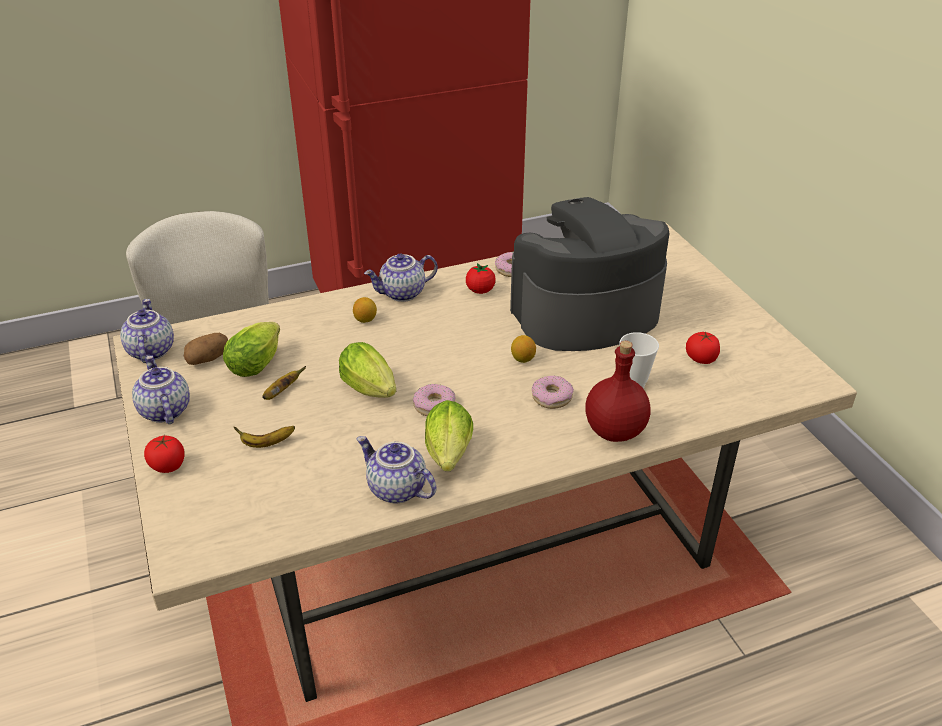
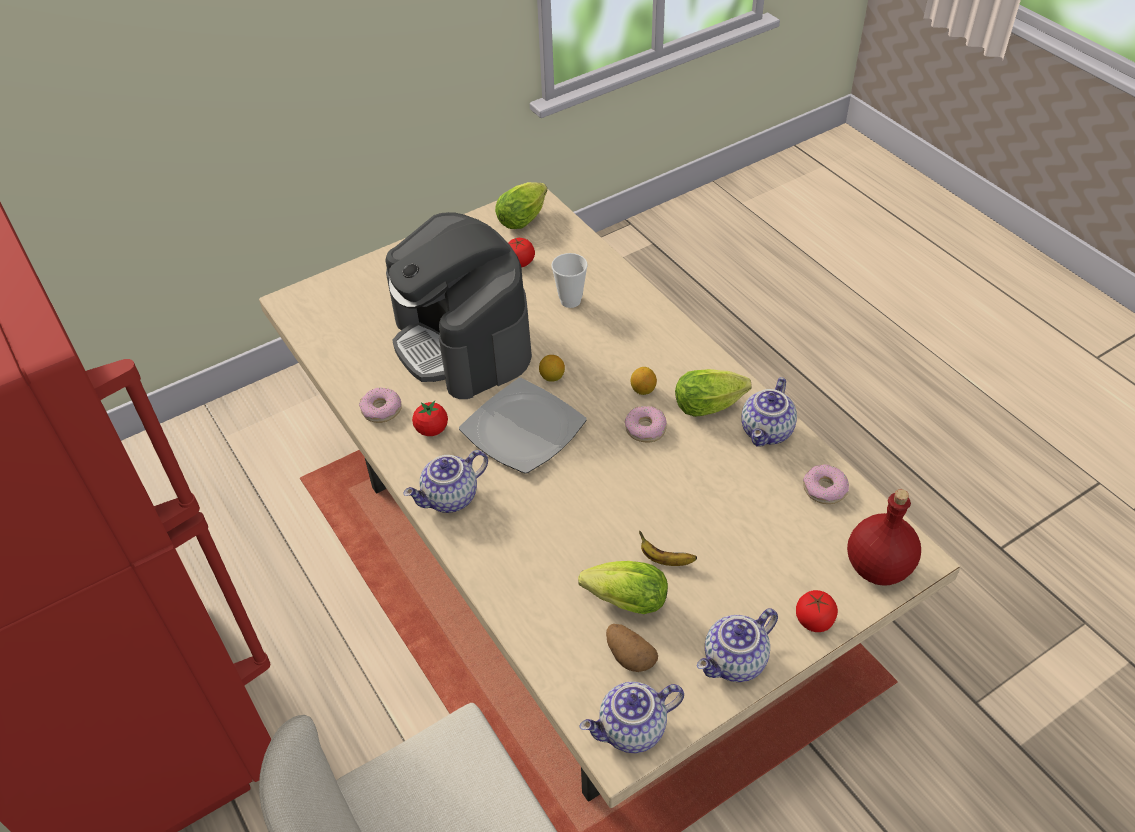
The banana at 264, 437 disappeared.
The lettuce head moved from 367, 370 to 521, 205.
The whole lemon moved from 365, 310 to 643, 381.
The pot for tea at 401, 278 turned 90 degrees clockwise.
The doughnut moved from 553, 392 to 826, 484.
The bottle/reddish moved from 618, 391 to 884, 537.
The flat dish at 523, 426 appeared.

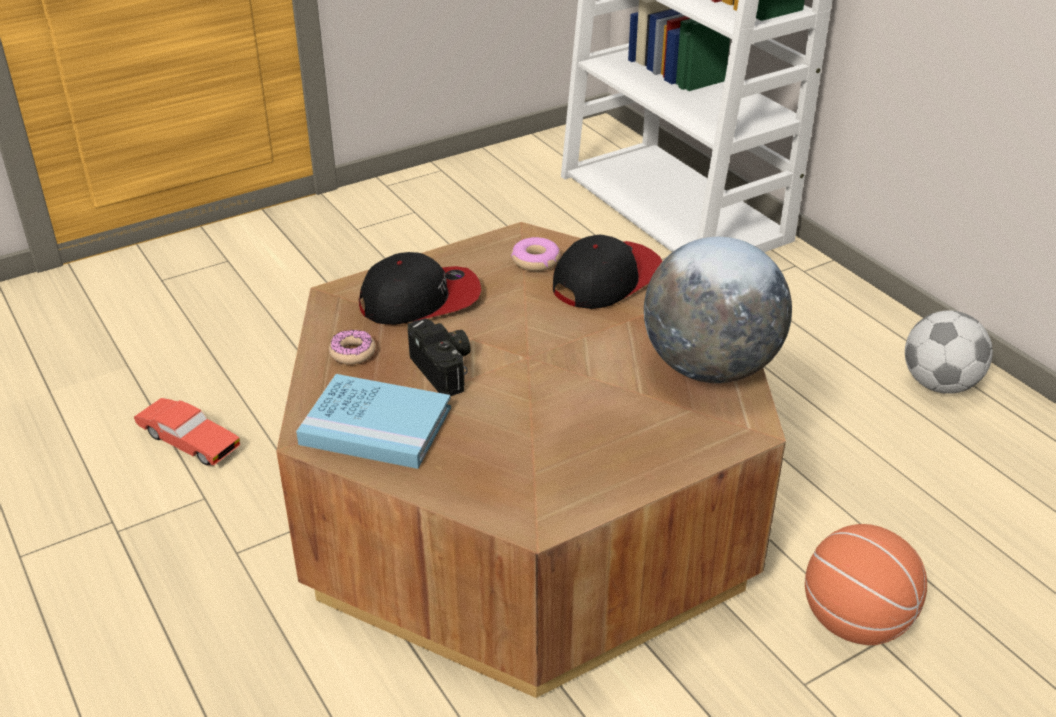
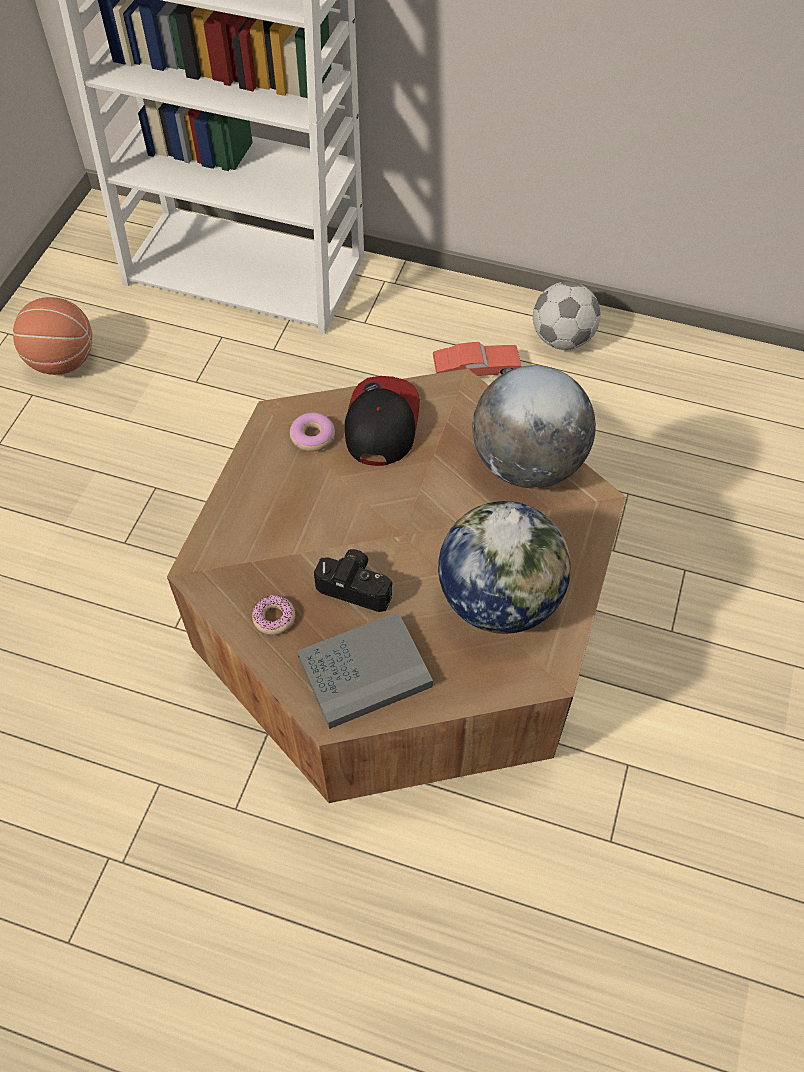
The toy car/reddish moved from 187, 431 to 477, 359.
The book/blue-coloured at 373, 421 became the book/greyish at 365, 670.
The baseball cap at 420, 288 disappeared.
The basketball moved from 866, 584 to 52, 336.
The desk globe at 504, 567 appeared.

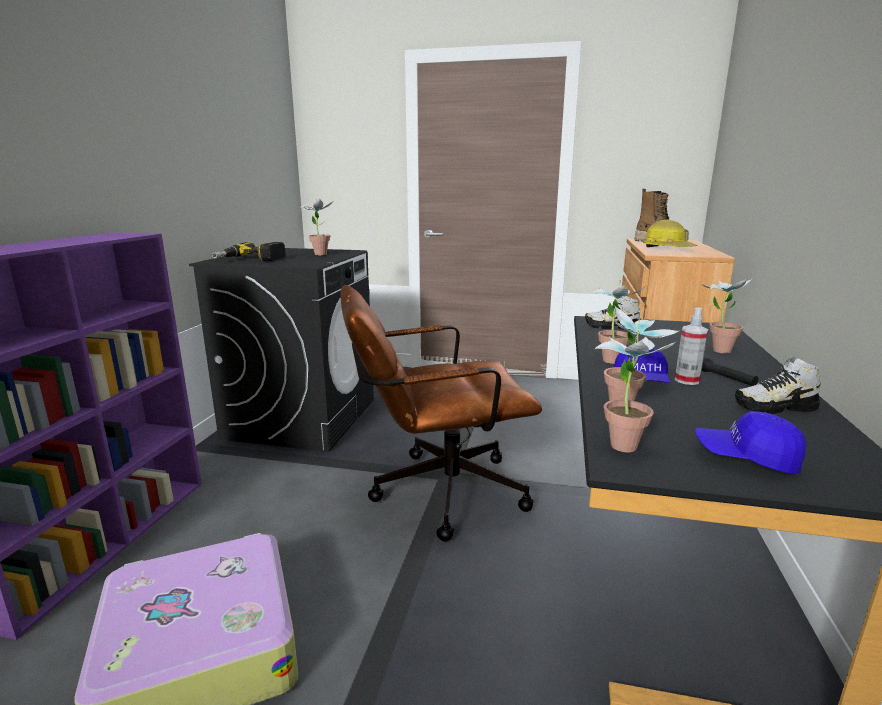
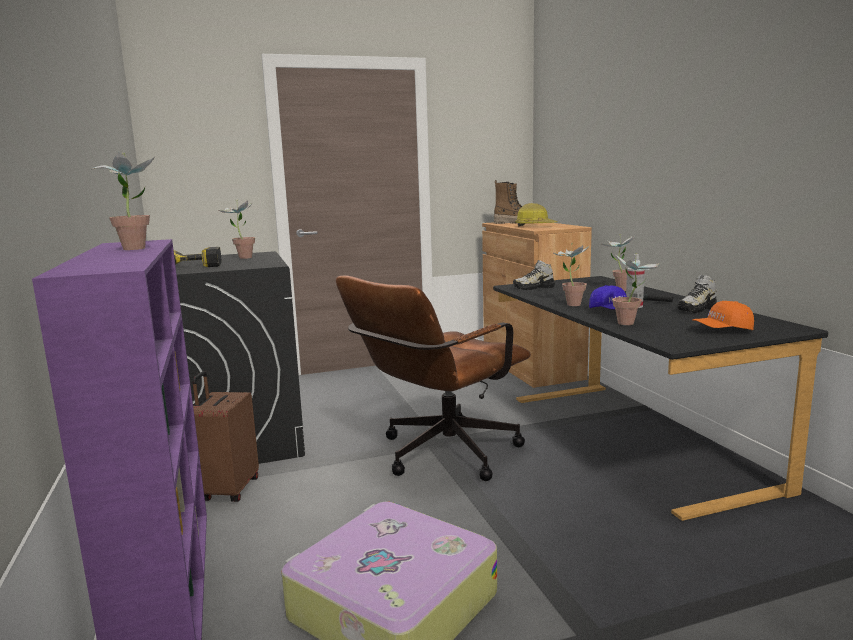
The houseplant moved from 636, 390 to 122, 201.
The baseball cap/blue-coloured at 751, 442 became the baseball cap/orange-coloured at 723, 315.
The travel case/brown-coloured at 225, 436 appeared.

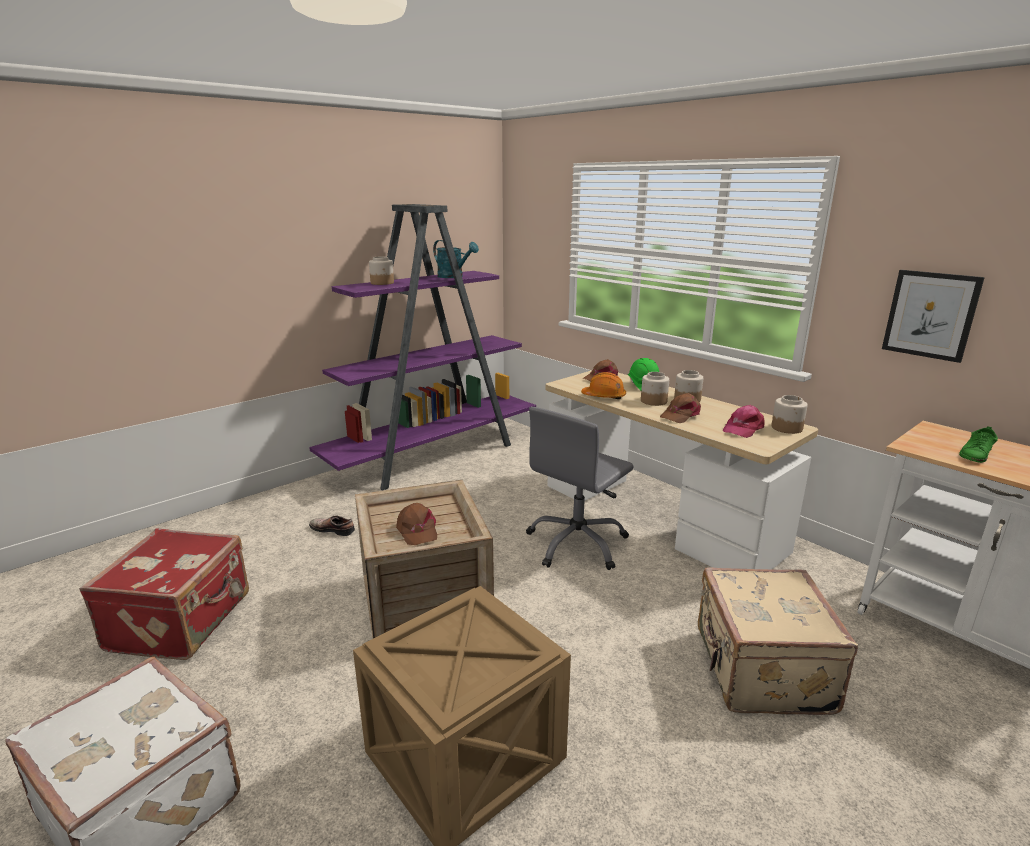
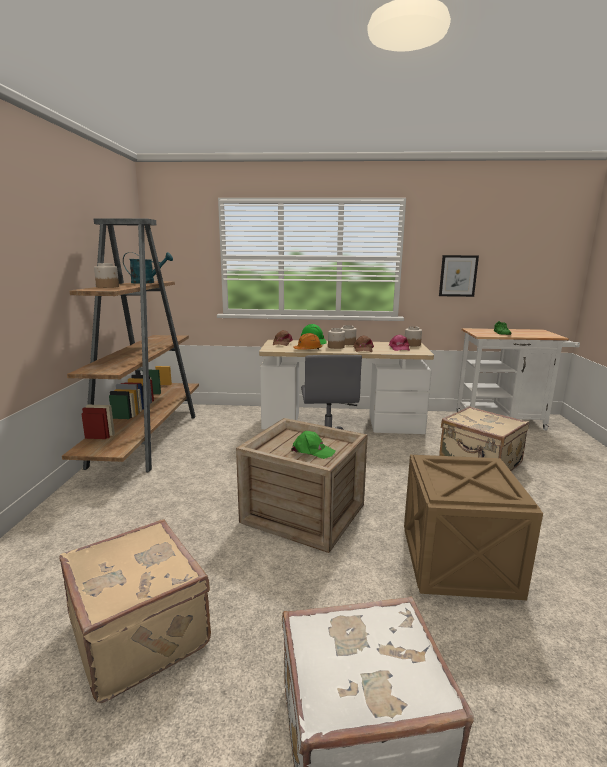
The travel case/reddish at 164, 594 became the travel case/beige-coloured at 135, 611.
The bookshelf/purple at 422, 347 became the bookshelf/brown-coloured at 130, 345.
The item of footwear at 332, 526 disappeared.
The baseball cap/brown-coloured at 416, 524 became the baseball cap/green-coloured at 313, 445.

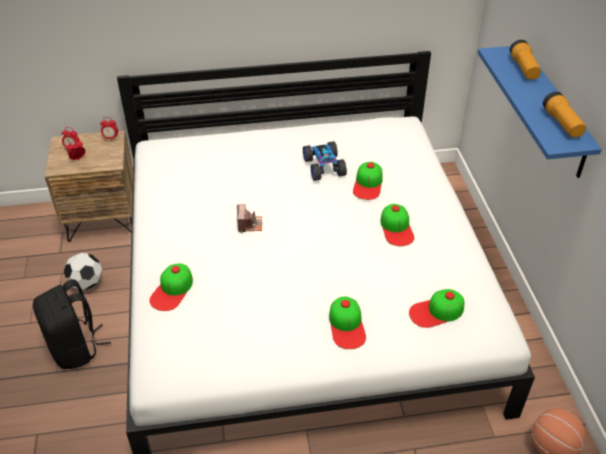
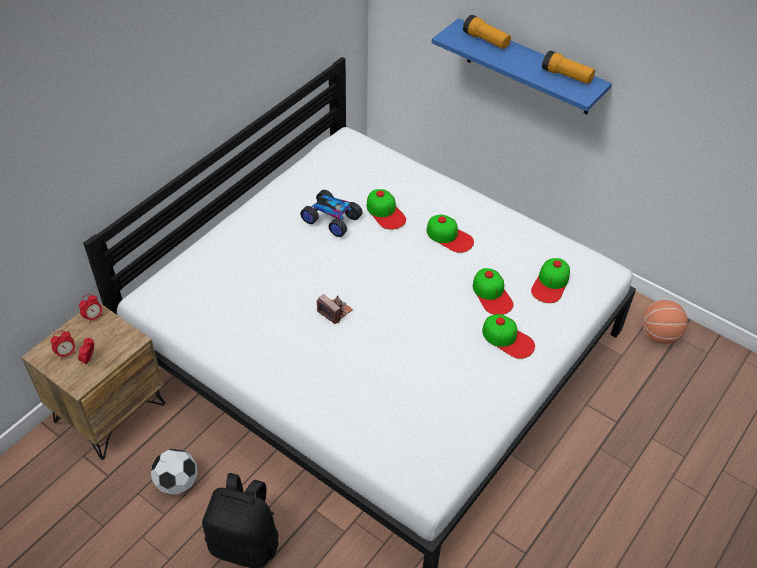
The baseball cap moved from 171, 287 to 493, 291.

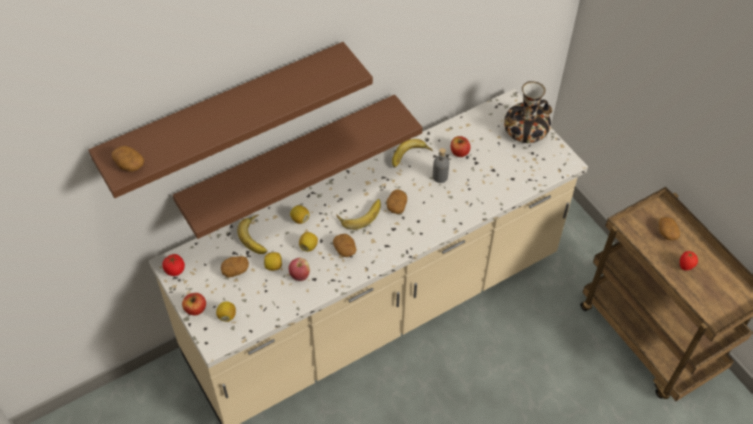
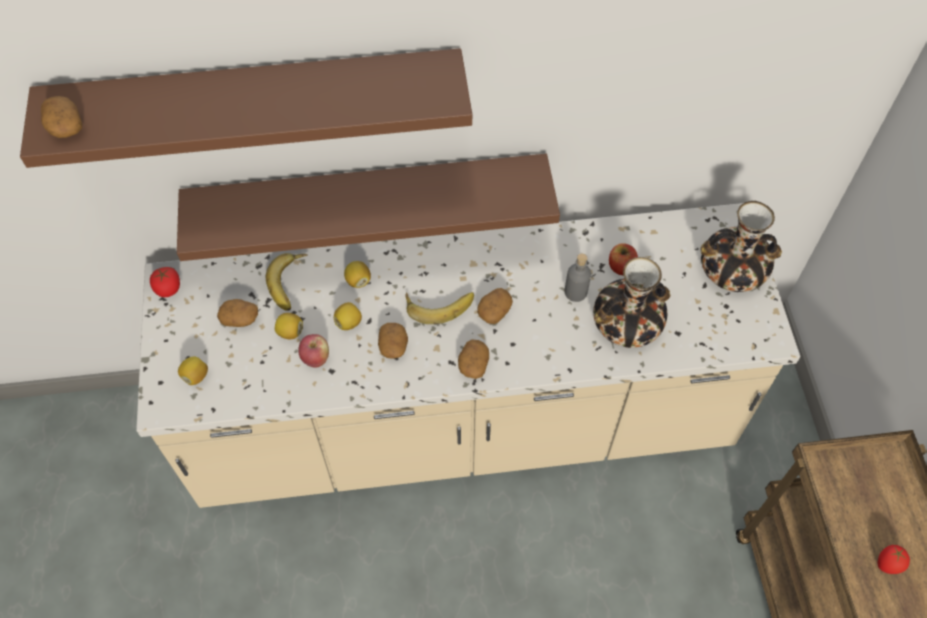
The apple at 194, 304 disappeared.
The banana at 412, 153 disappeared.
The potato moved from 669, 228 to 473, 359.
The vase at 631, 302 appeared.

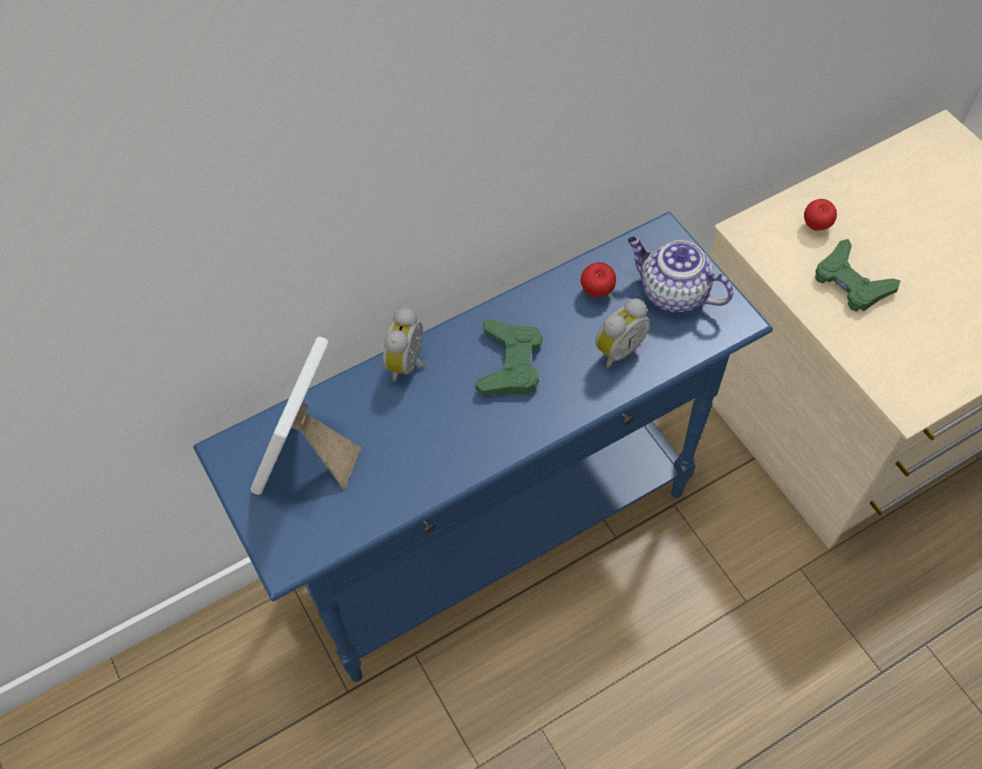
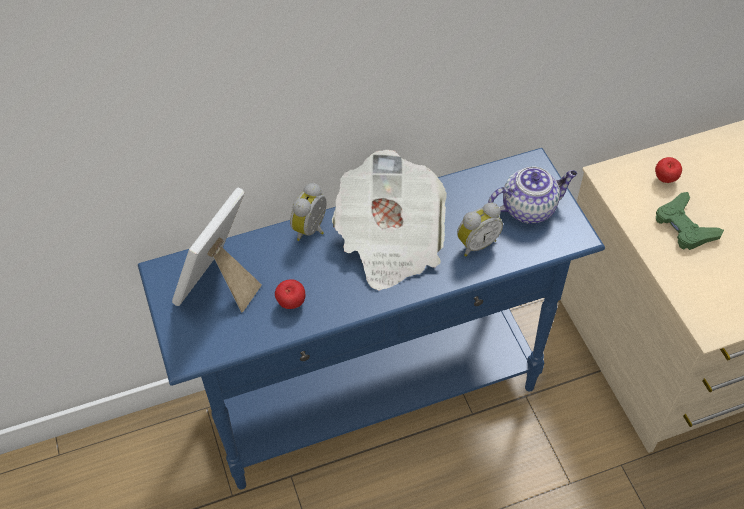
The gamepad/green-coloured at 509, 357 was replaced by the printed paper at 389, 220.
The apple moved from 598, 279 to 290, 294.
The pot for tea at 680, 275 turned 120 degrees clockwise.

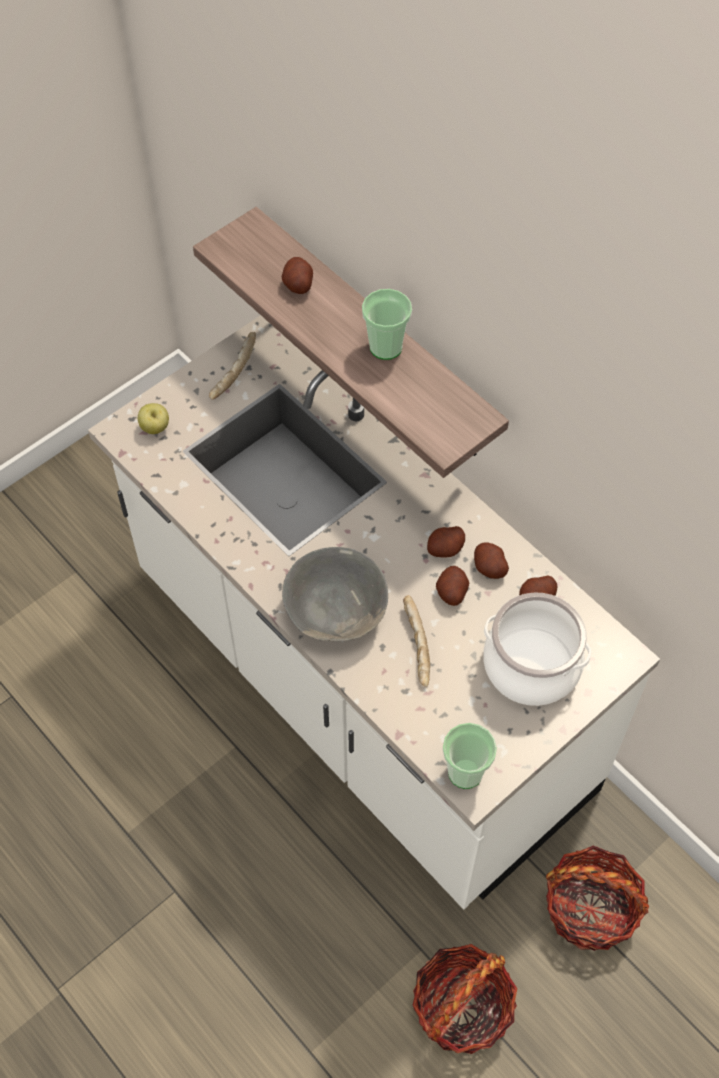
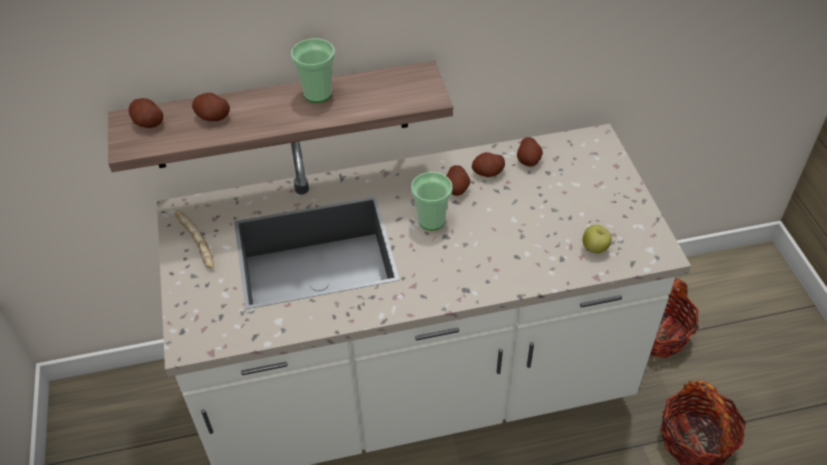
The apple moved from 153, 418 to 597, 239.
The bowl/greyish at 335, 594 disappeared.
The baked bread at 416, 641 disappeared.
The potato moved from 452, 586 to 146, 113.
The drinking cup moved from 470, 756 to 432, 201.
The saucepot at 537, 649 disappeared.

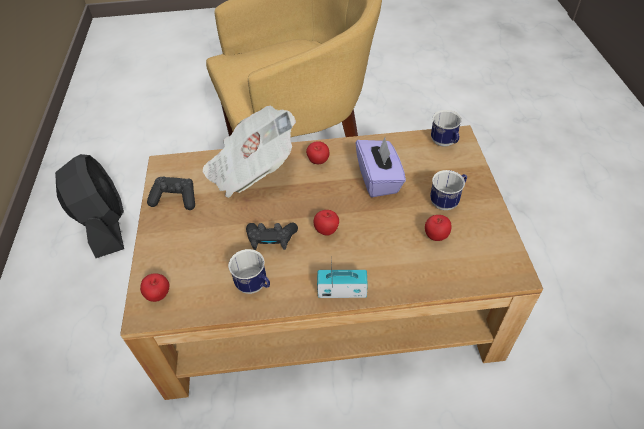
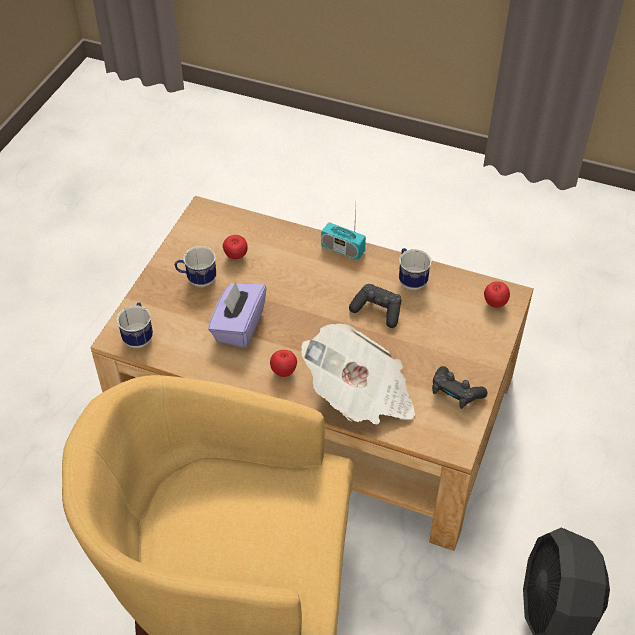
The apple at 326, 223 disappeared.

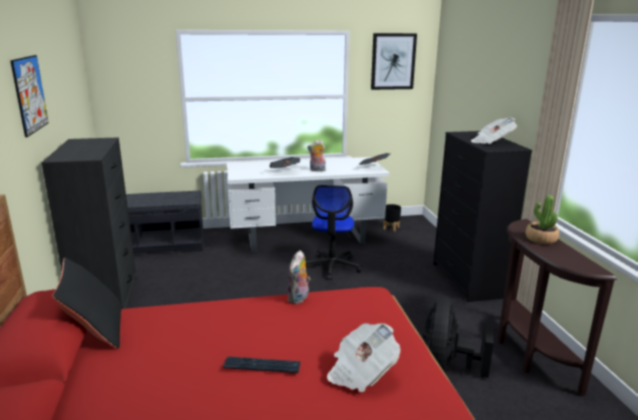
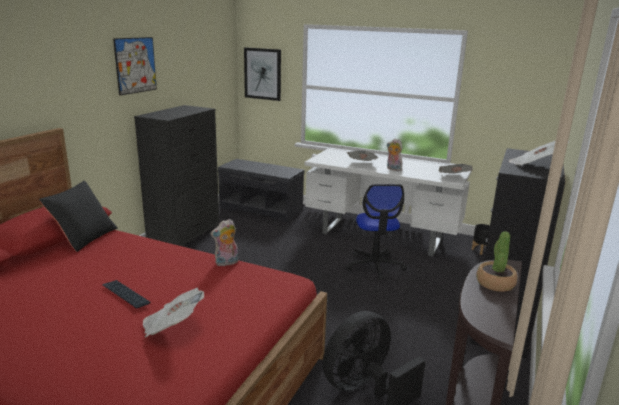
The office chair at 334, 232 turned 45 degrees counterclockwise.
The picture moved from 394, 61 to 262, 74.

